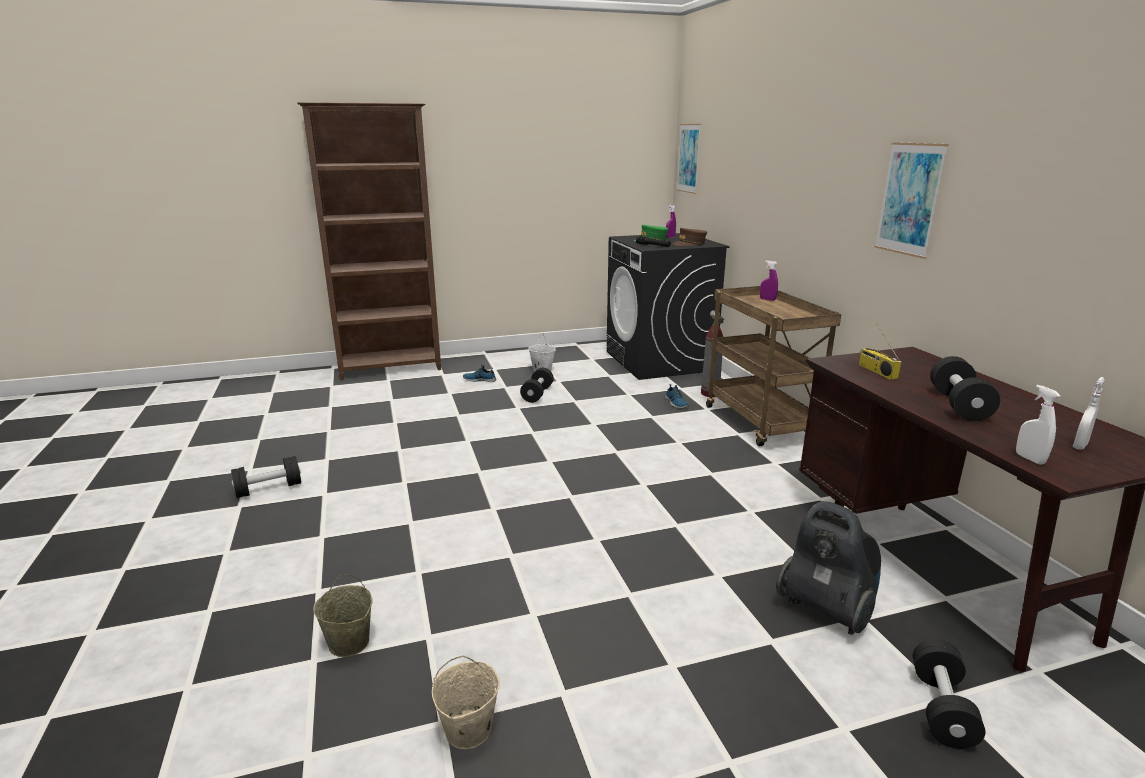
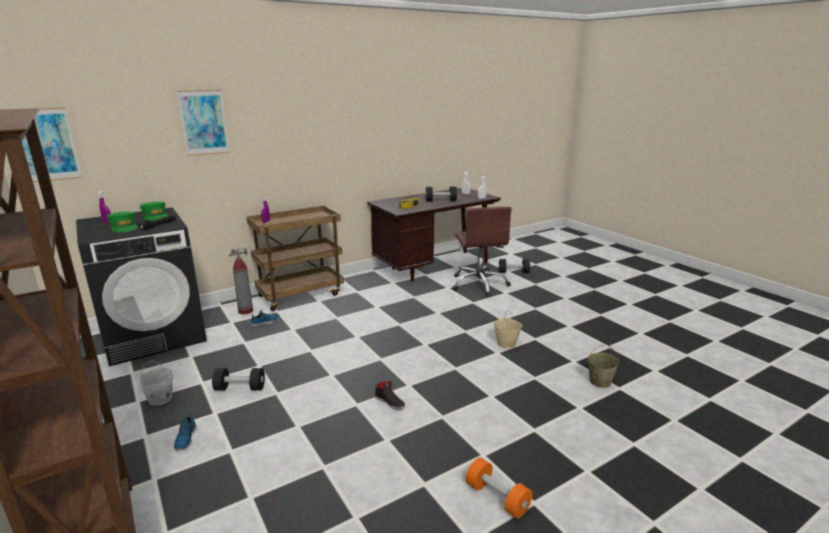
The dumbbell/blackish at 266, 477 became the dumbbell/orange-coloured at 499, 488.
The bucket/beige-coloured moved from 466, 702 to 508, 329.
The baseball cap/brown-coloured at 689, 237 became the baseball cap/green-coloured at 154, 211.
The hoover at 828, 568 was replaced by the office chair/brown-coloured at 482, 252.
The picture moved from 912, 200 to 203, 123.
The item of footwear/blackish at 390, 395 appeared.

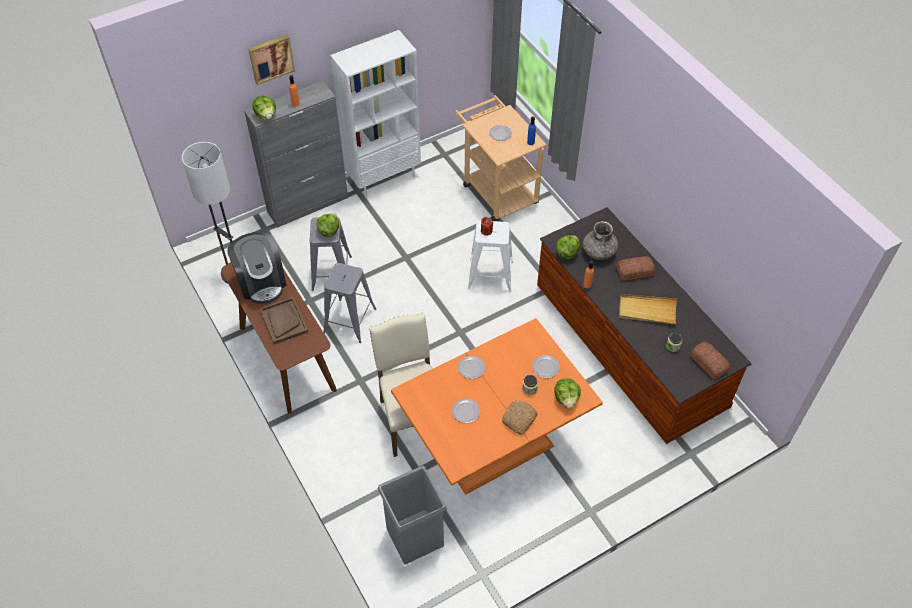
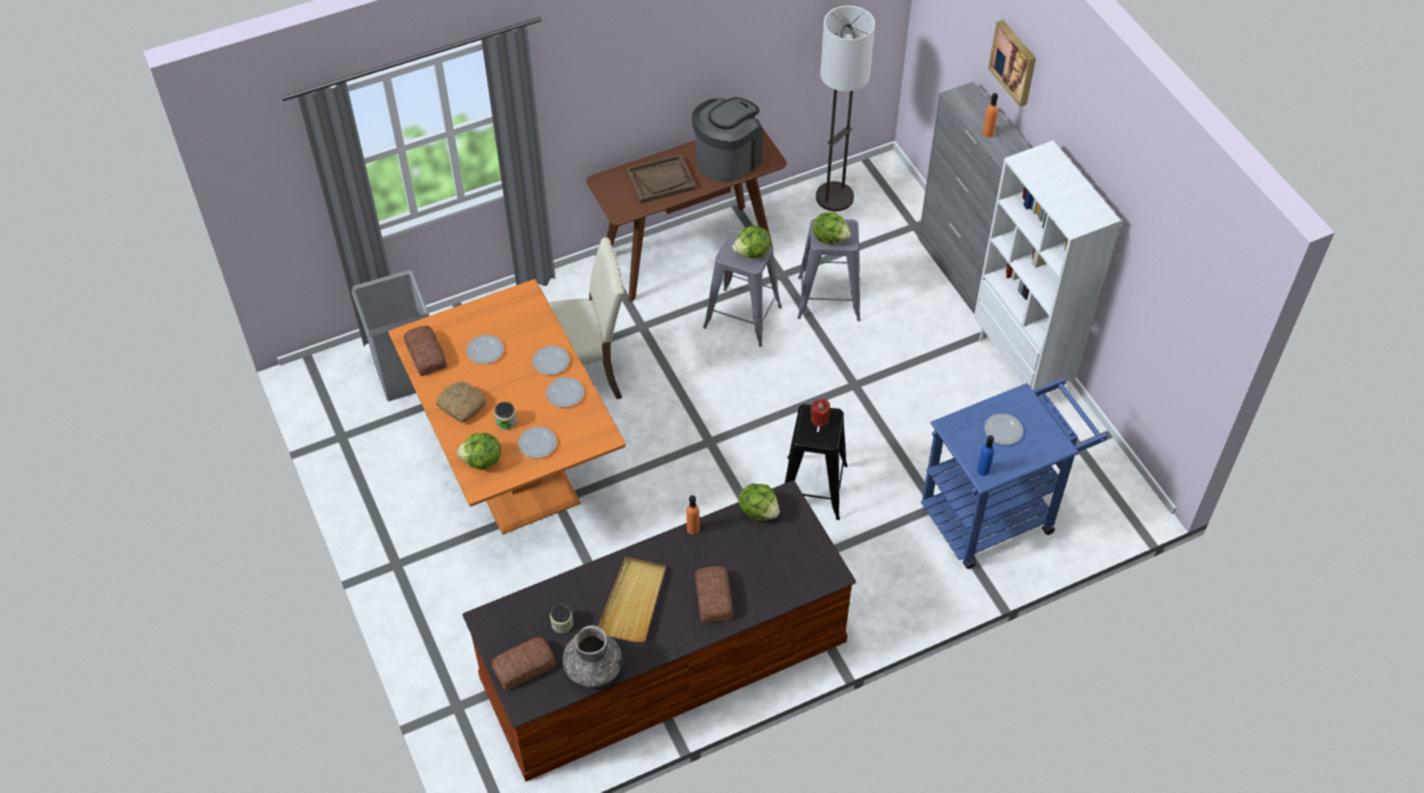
The coffee brewer at 256, 268 turned 150 degrees clockwise.
The lettuce head moved from 264, 107 to 751, 242.
The trolley/beige-coloured at 501, 158 became the trolley/blue-coloured at 1014, 473.
The stool/white at 490, 256 became the stool/blackish at 816, 462.
The vase/greyish moved from 600, 240 to 593, 656.
The baked bread at 425, 351 appeared.
The flat dish at 565, 392 appeared.

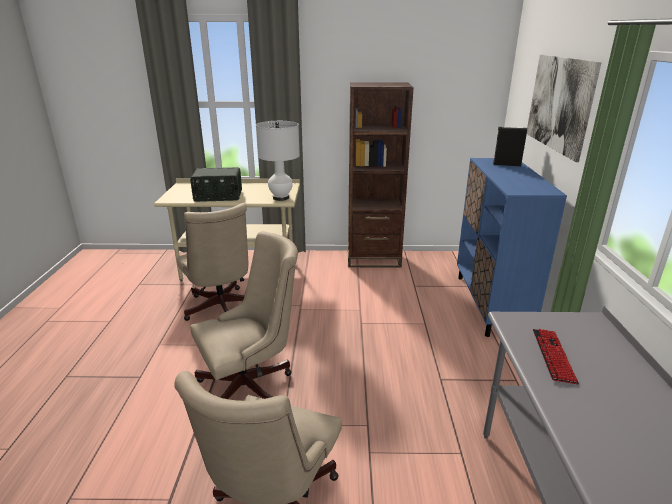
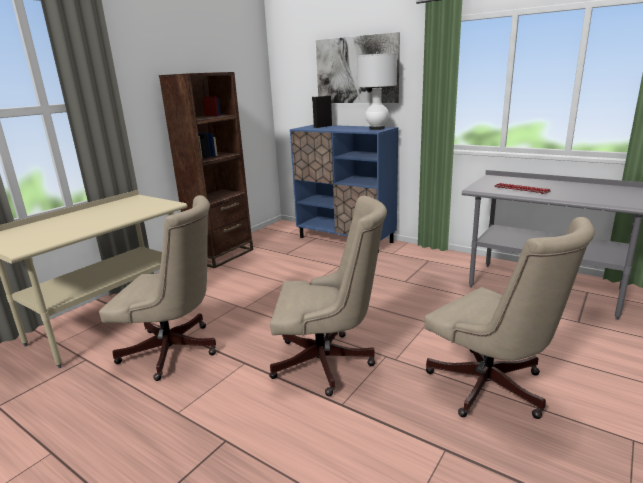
The radio set at 216, 184 disappeared.
The office chair/beige-coloured at 244, 315 turned 90 degrees clockwise.
The lamp for a table/white moved from 278, 161 to 377, 91.

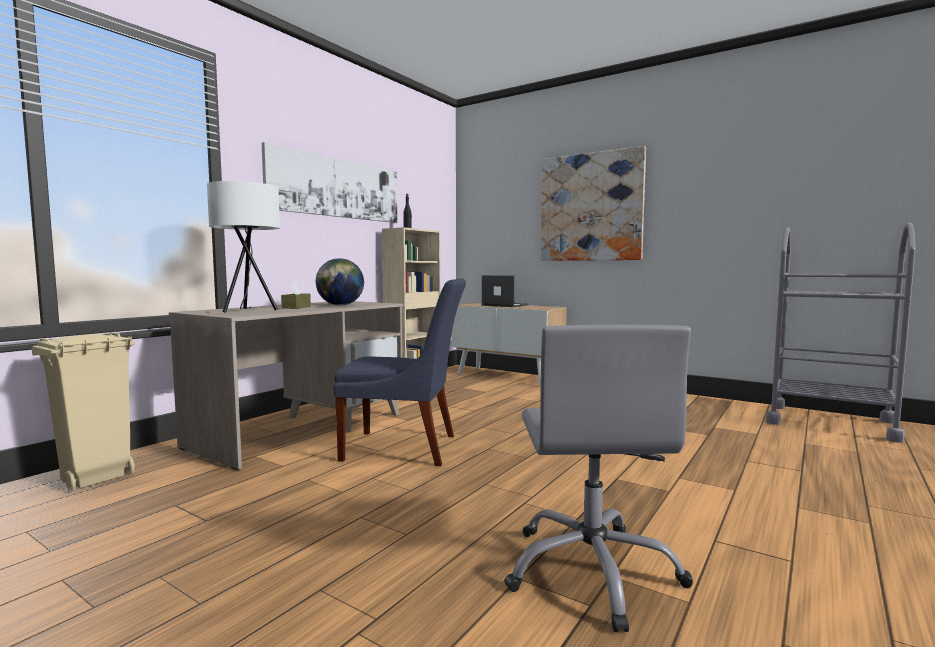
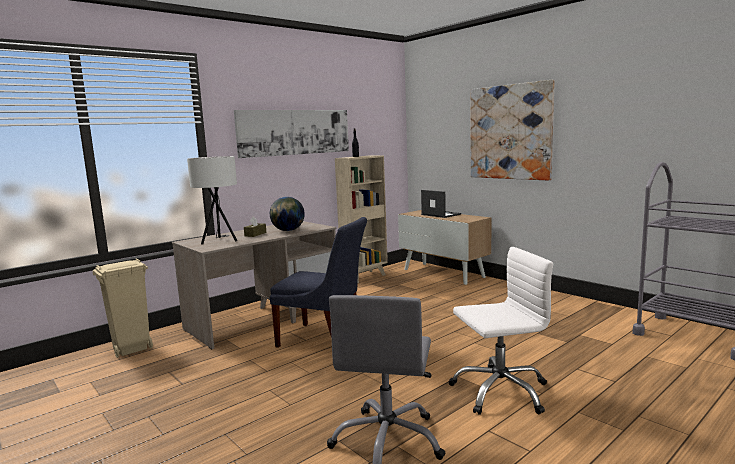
The office chair/white at 501, 331 appeared.

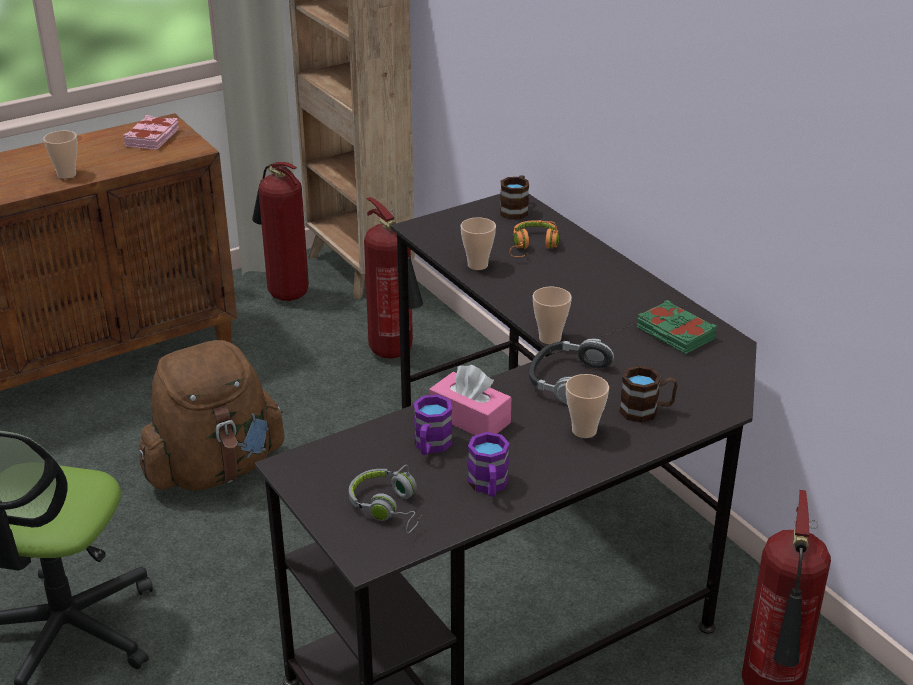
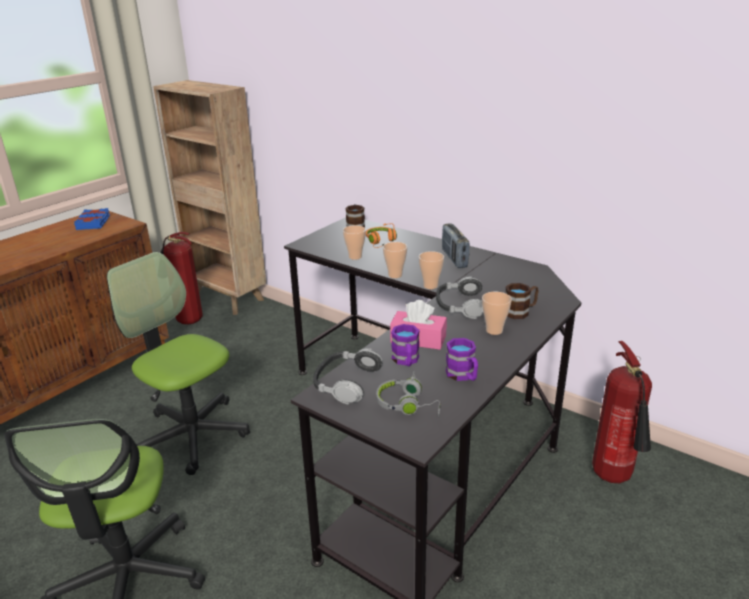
The drinking cup moved from 60, 155 to 395, 260.
The book/pink at 151, 132 became the book/blue-coloured at 92, 219.
The knapsack/brown-coloured at 211, 415 was replaced by the office chair at 178, 363.
The extinguisher at 393, 278 disappeared.
The book/green-coloured at 677, 327 disappeared.
The headset at 348, 376 appeared.
The radio set at 456, 245 appeared.

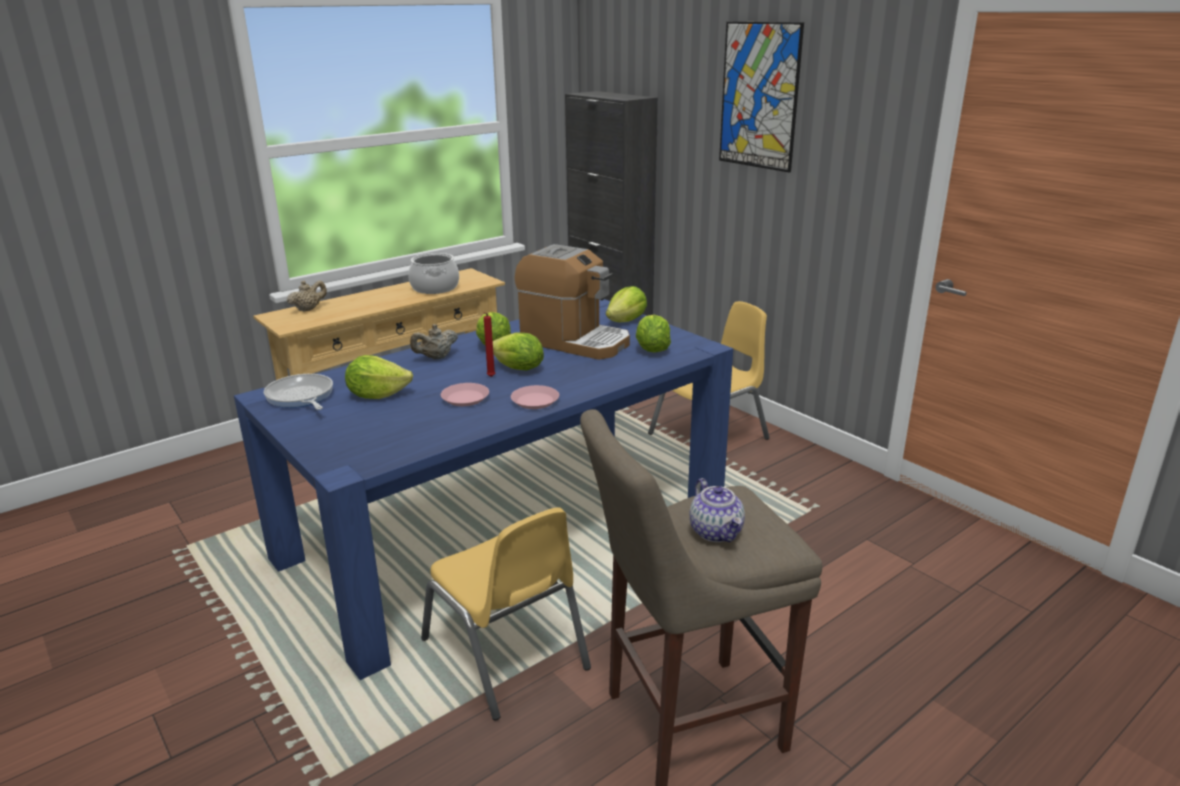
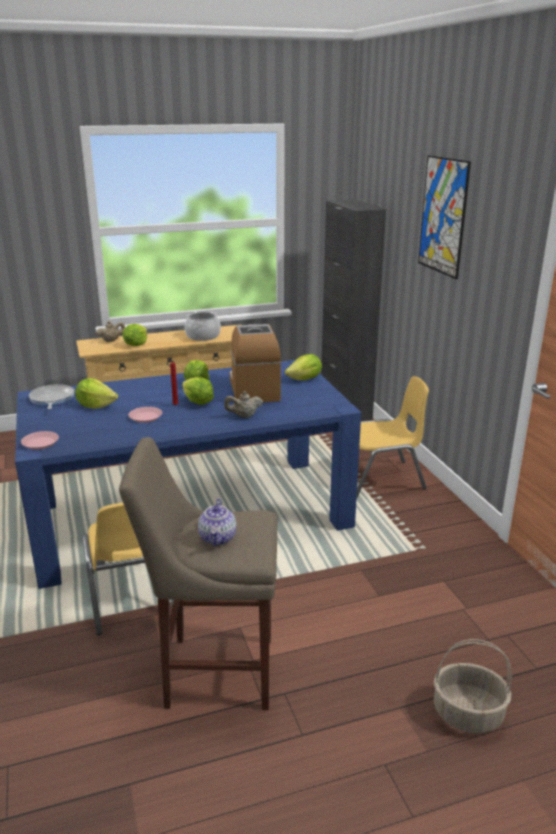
The pot for tea/beige-coloured moved from 434, 341 to 243, 404.
The flat dish/pink moved from 535, 397 to 40, 440.
The coffee brewer at 572, 302 turned 150 degrees counterclockwise.
The lettuce head moved from 653, 333 to 135, 335.
The basket at 472, 686 appeared.

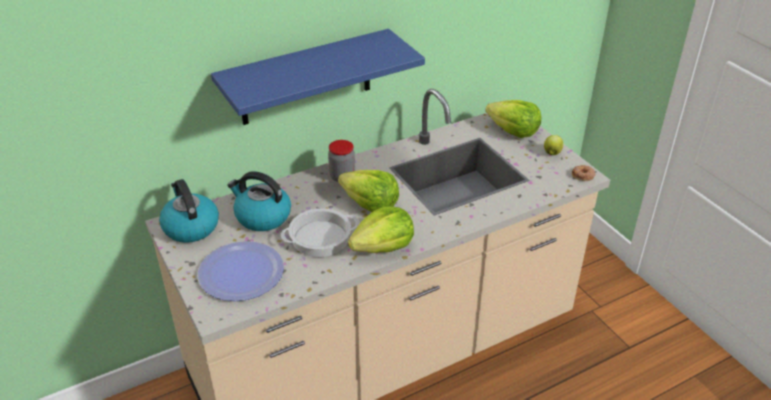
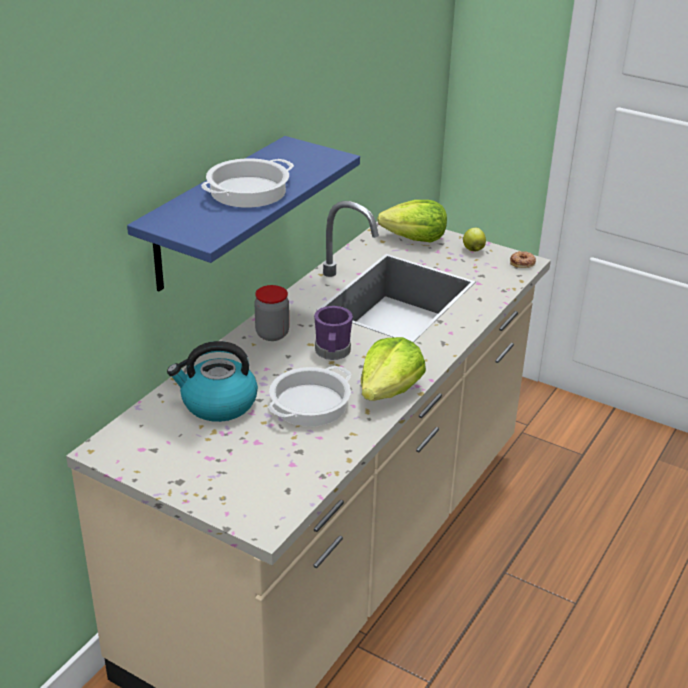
The tea kettle at 189, 211 disappeared.
The flat dish at 241, 271 disappeared.
The lettuce head at 368, 191 was replaced by the tea mug/purple at 333, 333.
The saucepot at 247, 183 appeared.

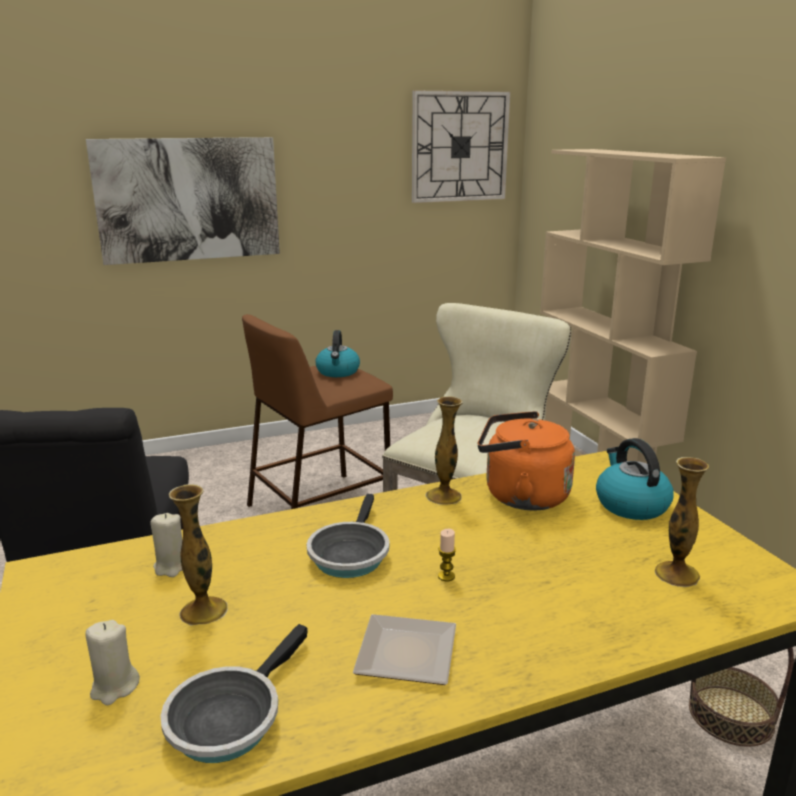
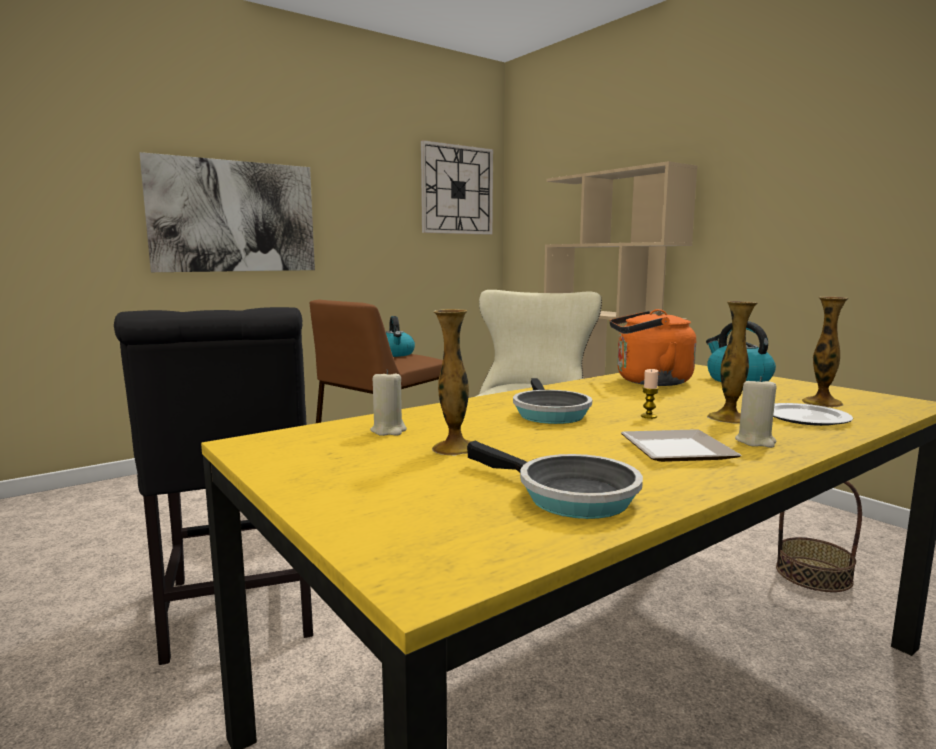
The wax light/beige-coloured moved from 112, 662 to 756, 412.
The skillet at 234, 693 turned 60 degrees counterclockwise.
The vase moved from 444, 450 to 732, 362.
The flat dish at 813, 414 appeared.

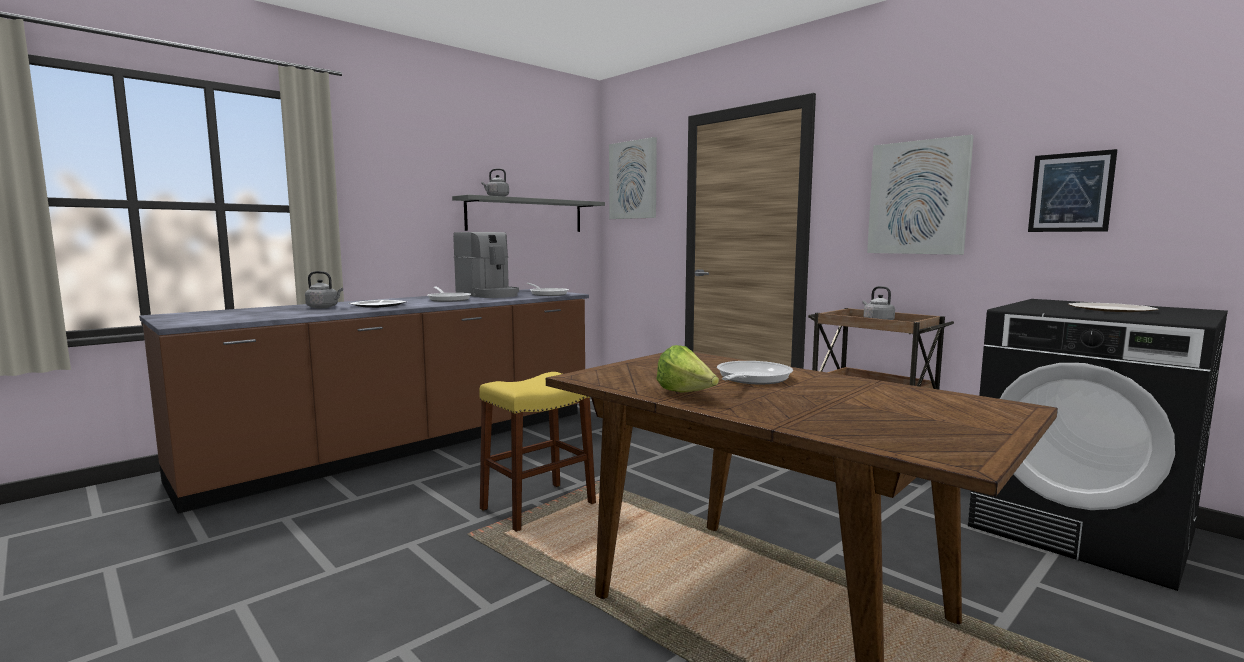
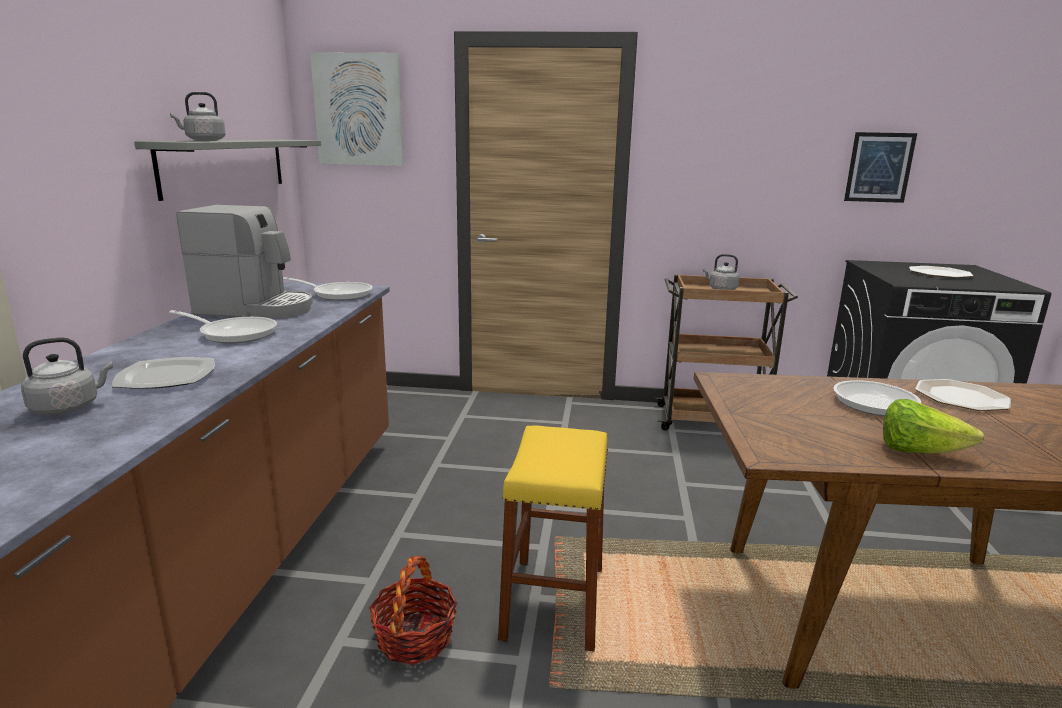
The picture at 920, 195 disappeared.
The basket at 413, 610 appeared.
The flat dish at 963, 395 appeared.

